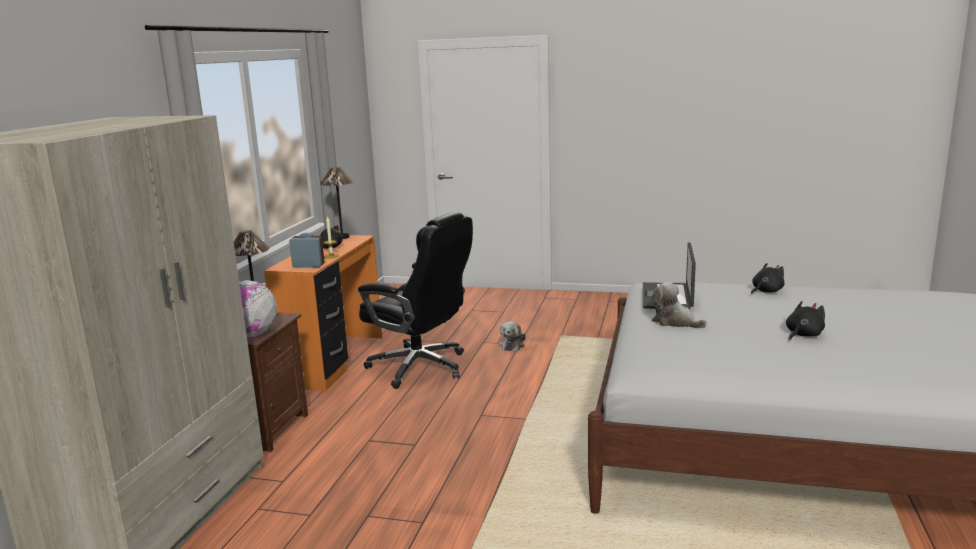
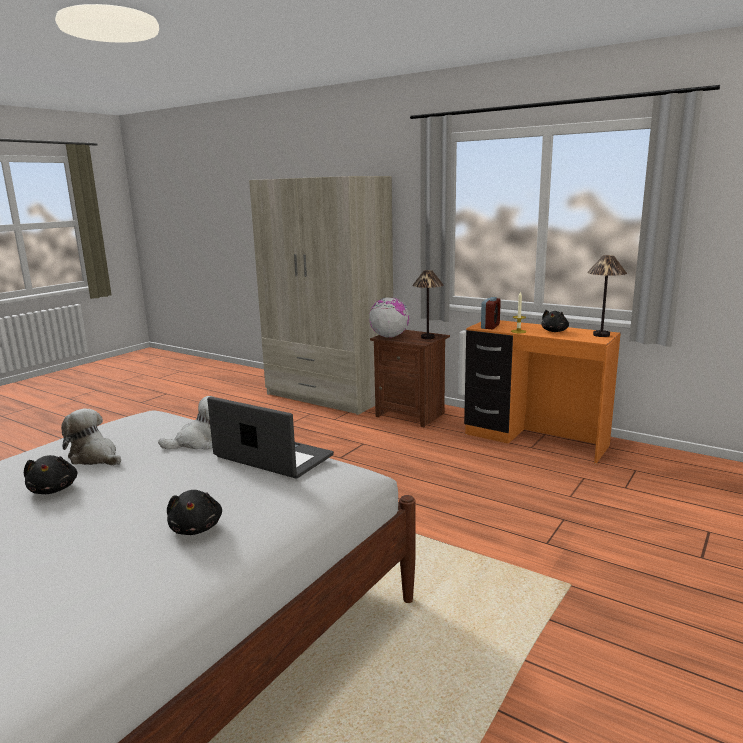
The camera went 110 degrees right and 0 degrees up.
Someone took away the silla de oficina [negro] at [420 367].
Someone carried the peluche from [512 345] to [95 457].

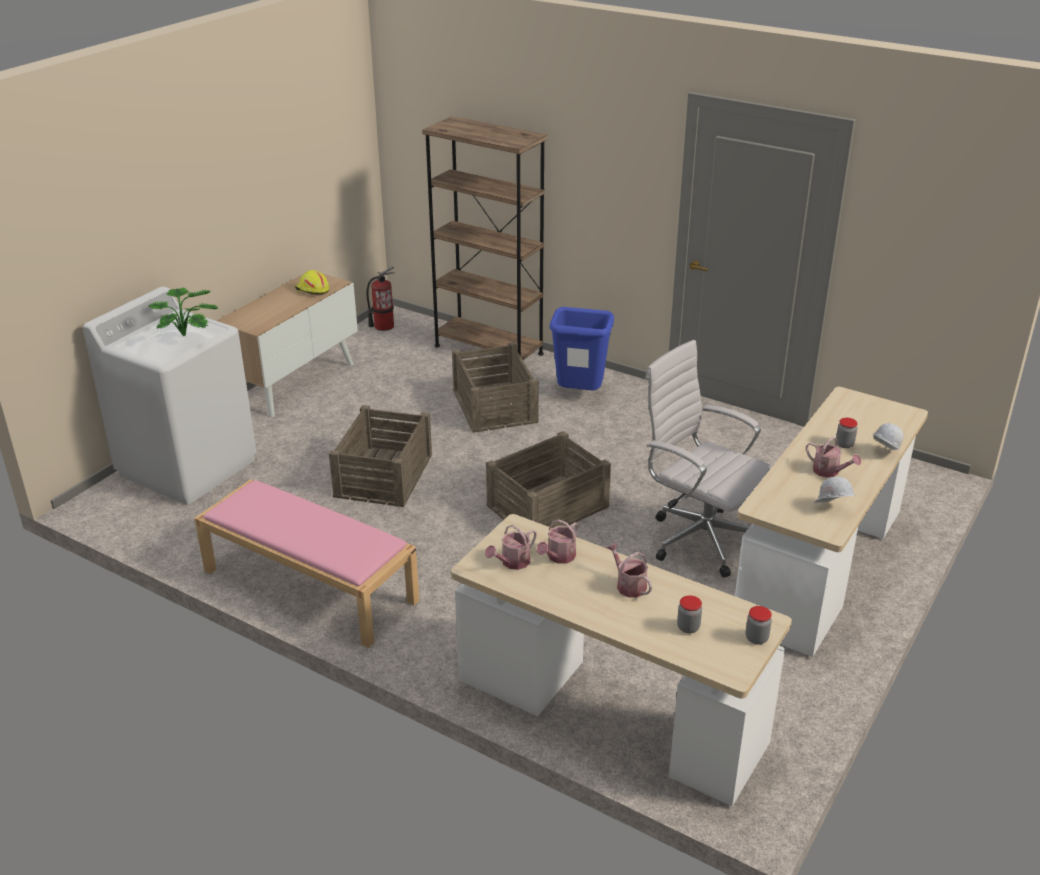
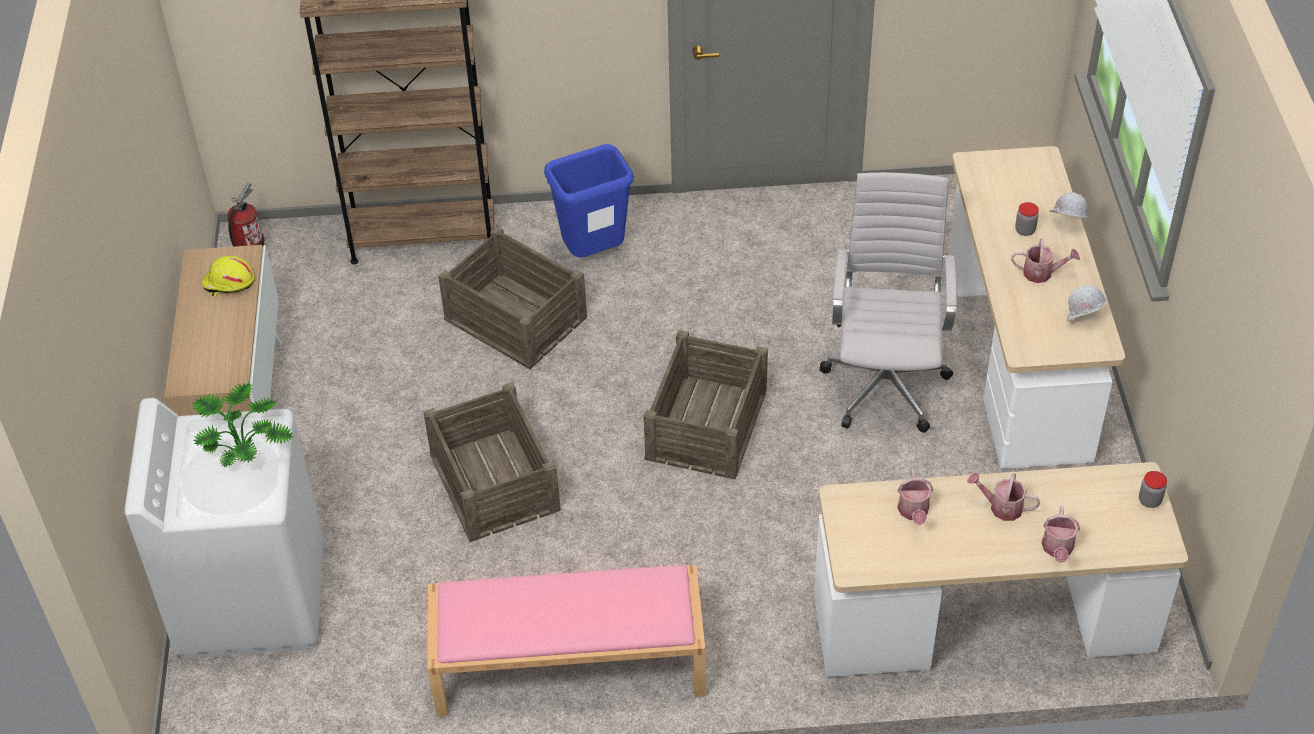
The camera went 35 degrees left and 15 degrees up.
Someone rotated the silla de oficina [blanco] at [699 539] by 90 degrees clockwise.
Someone carried the regadera from [512 562] to [1057 549].
Someone took away the tarro at [688 627].

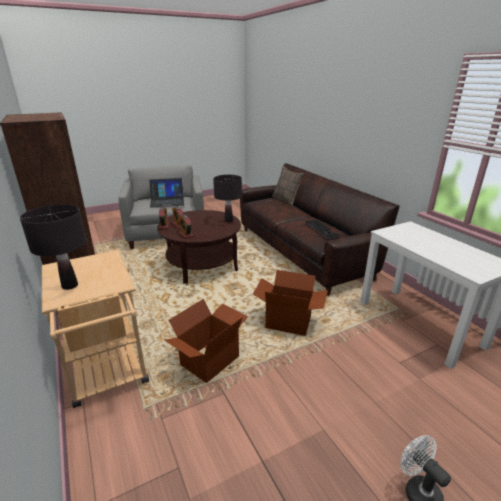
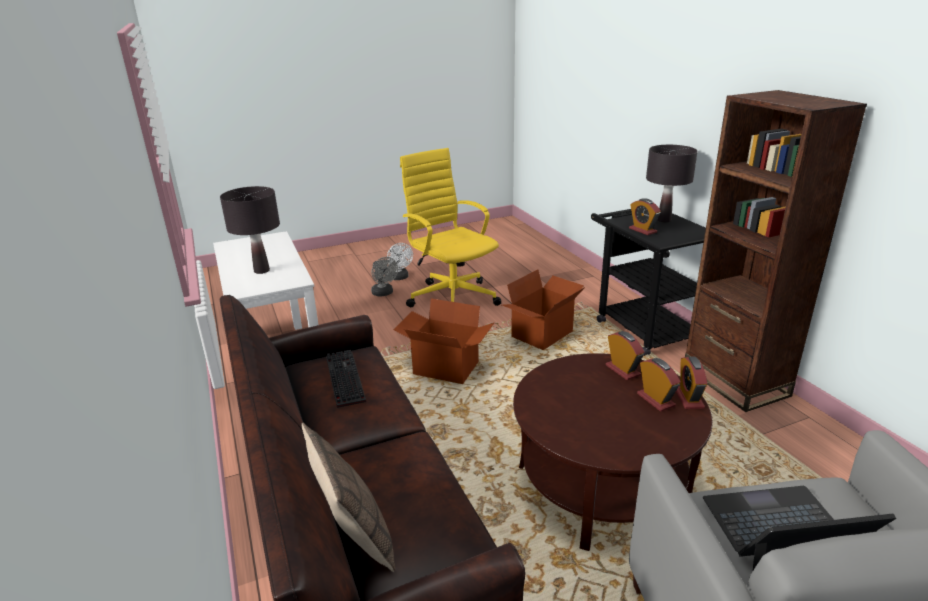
The camera went 175 degrees left and 0 degrees up.
Someone carried the lámpara de mesa [negro] from [228 220] to [262 271].
Someone repainted the carrito [beis] at [109 374], which became the carrito [negro] at [641 326].
Someone put down the silla de oficina [amarillo] at [452 297].
Someone put down the despertador at [642 230].
Someone put down the ventilador [gris] at [384 293].

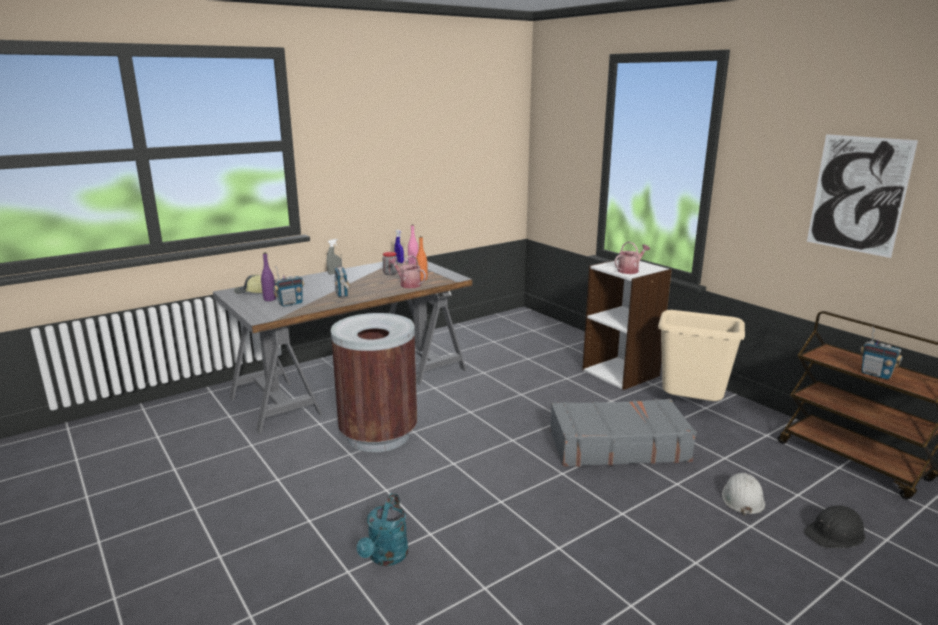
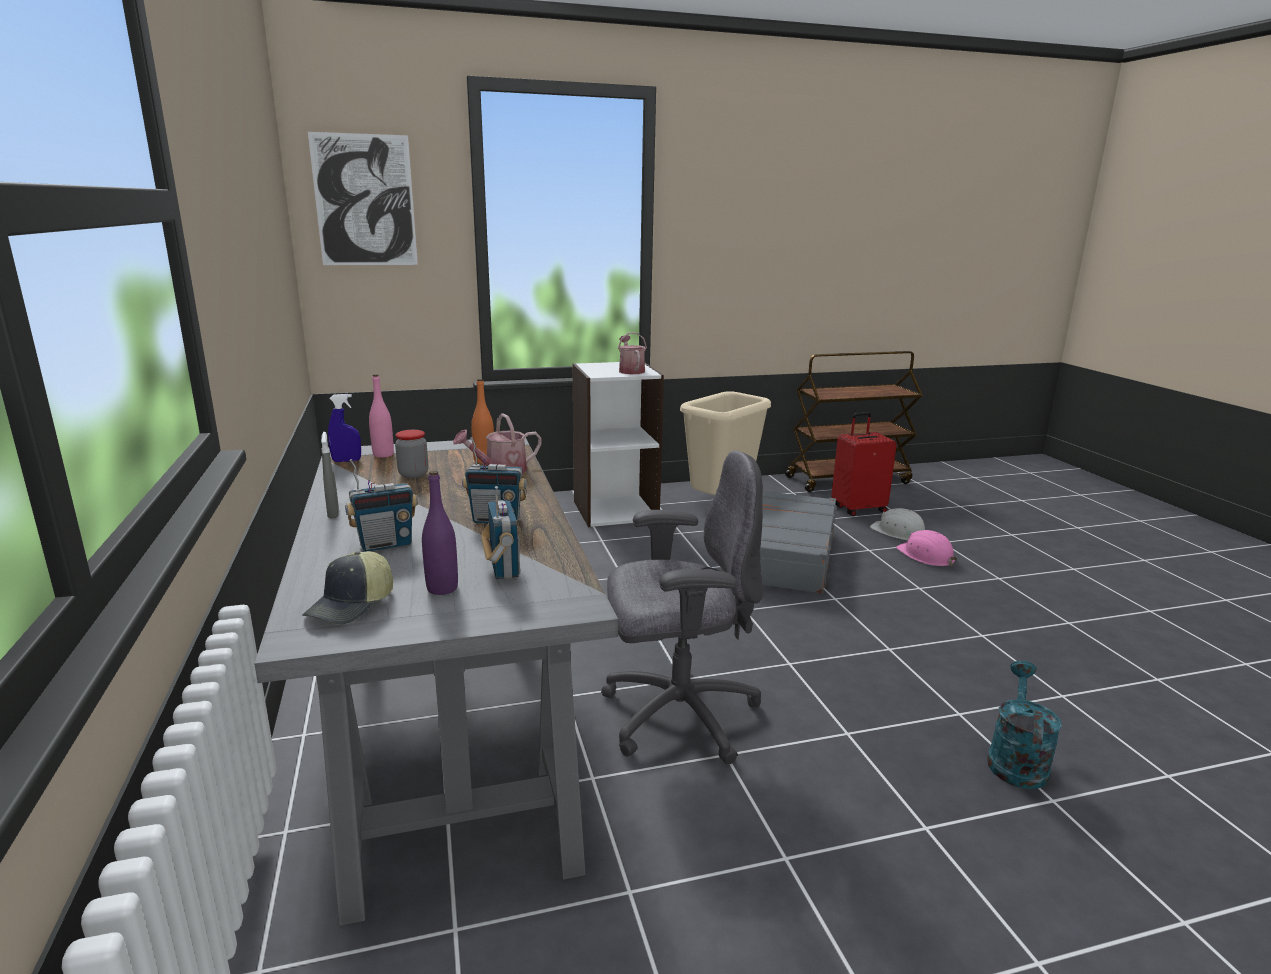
The camera went 70 degrees left and 0 degrees up.
Someone carried the cuadro from [858 194] to [365 201].
Someone swapped the papelera [marrón] at [378 435] for the silla de oficina [gris] at [677 715].
Someone carried the radio from [876 374] to [385 544].
Someone rotated the regadera [turquesa] at [386 557] by 105 degrees counterclockwise.
Someone took away the casco [negro] at [835 534].
Someone put down the maleta [rojo] at [858 509].
Someone put down the casco [rosa] at [926 556].

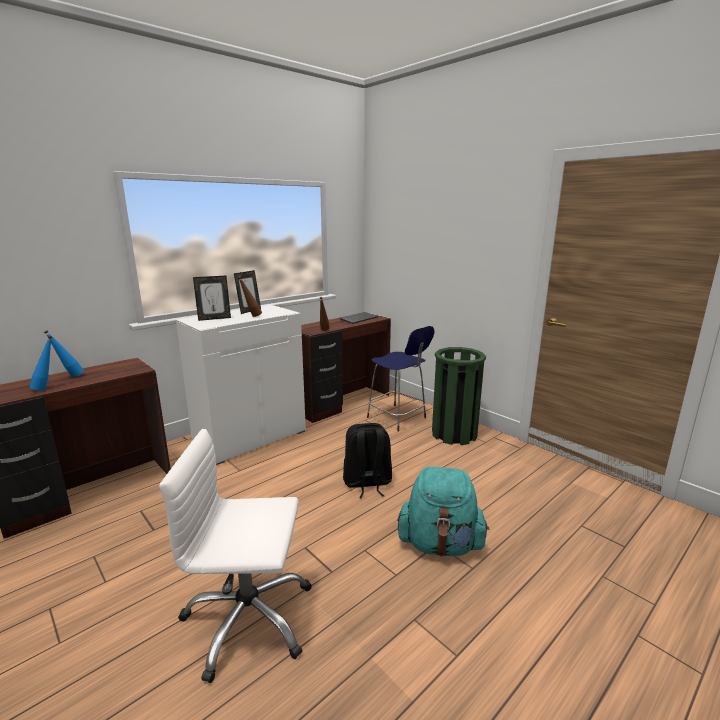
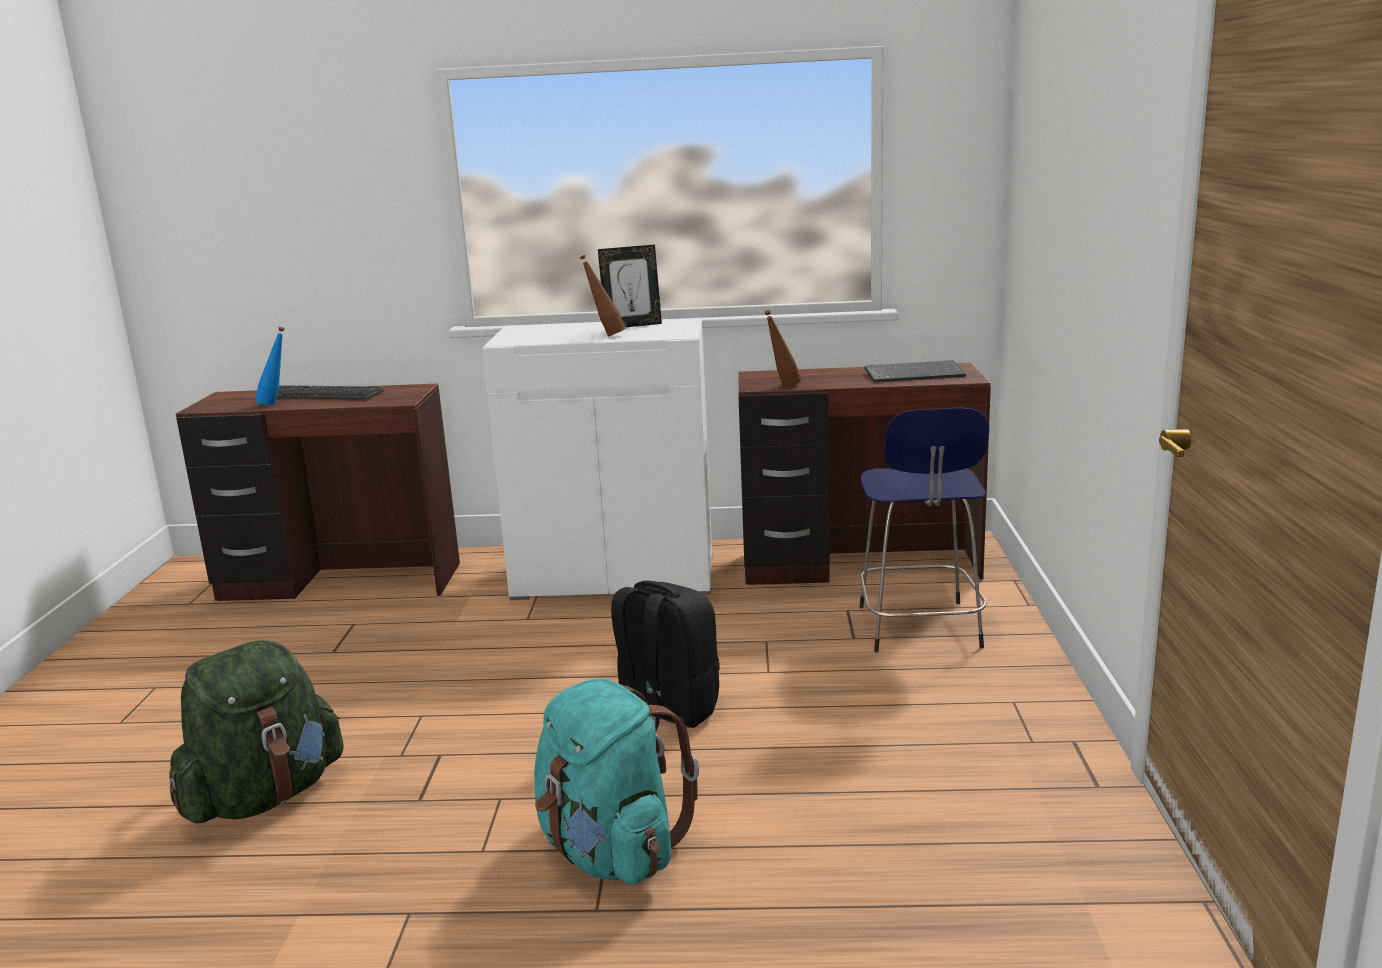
The camera went 45 degrees right and 0 degrees up.
Someone took away the portarretratos at [214 318].
Someone swapped the botella [azul] at [69 377] for the teclado at [322 395].
Someone took away the papelera [verde] at [454 434].
Someone swapped the silla de oficina [blanco] at [248 619] for the mochila [verde] at [265 796].

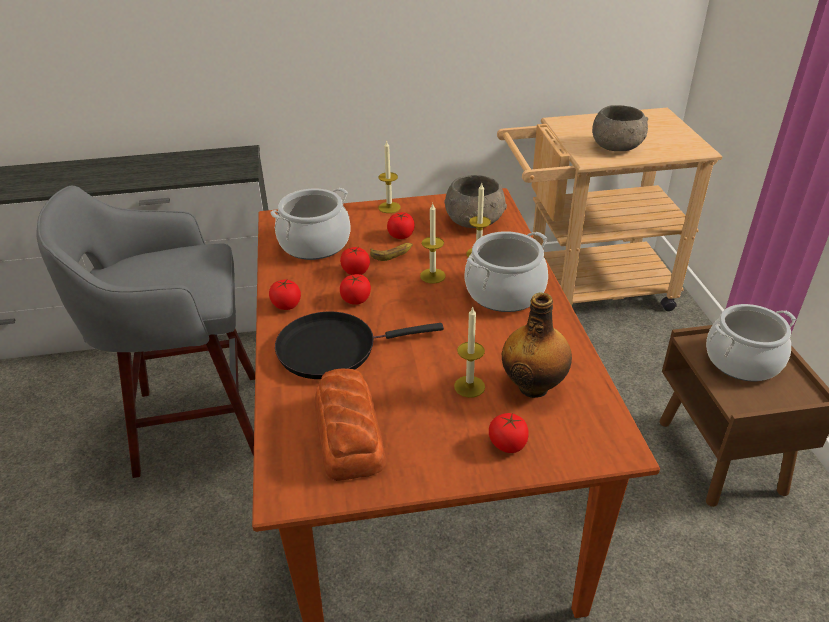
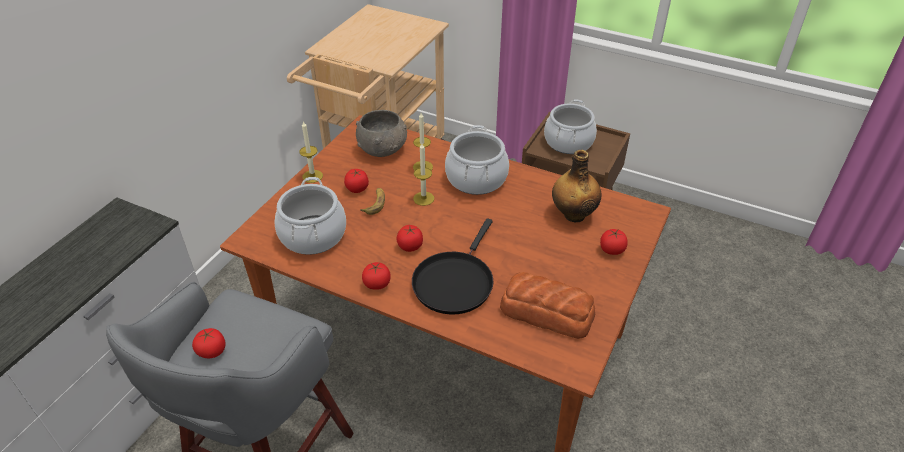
The camera went 55 degrees left and 5 degrees up.
Someone took away the cuenco [gris] at [617 147].
Someone carried the tomate from [356 271] to [212 351].
Someone took away the vela at [469 386].

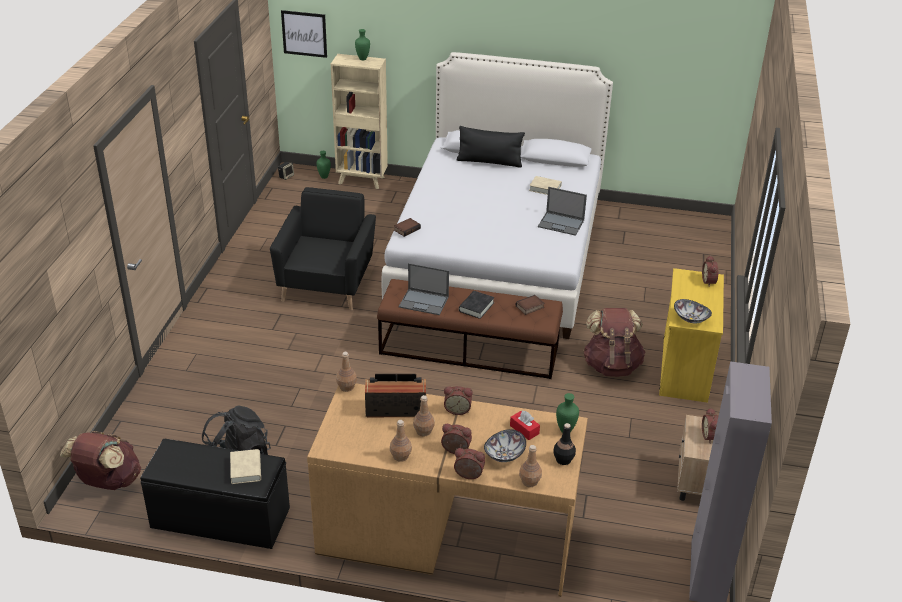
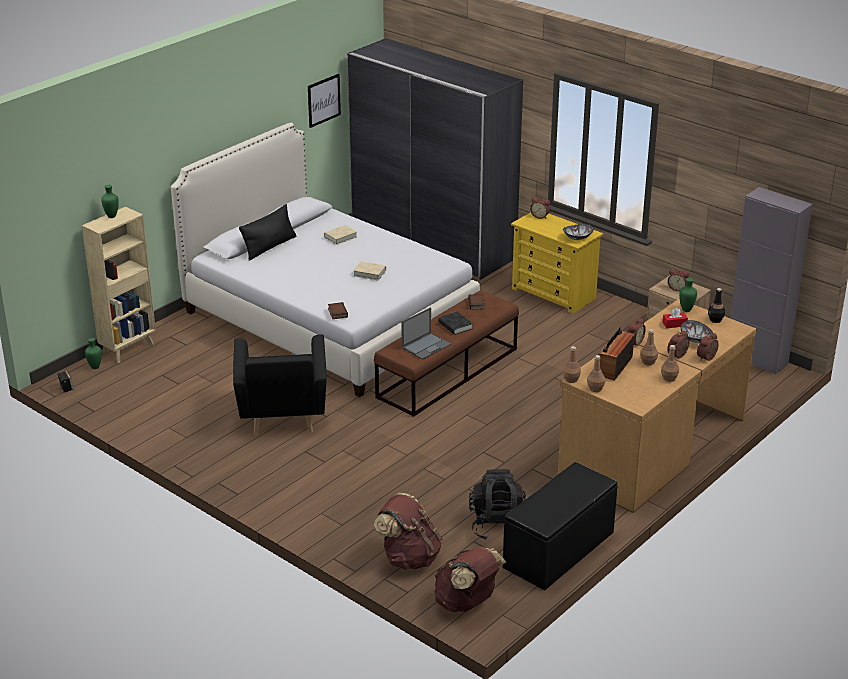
The camera went 60 degrees left and 5 degrees down.
Someone carried the cuadro from [304 33] to [323 100].
Someone rotated the sillón [negro] at [327 283] by 135 degrees counterclockwise.
Someone took away the portátil at [561 224].
Someone carried the mochila [marrón] from [611 365] to [409 557].
Someone carried the botella [marrón] from [529 482] to [595 389].
Someone carried the libro [beis] from [246 469] to [369 273].
Someone put down the armario ropero [gris] at [432 243].

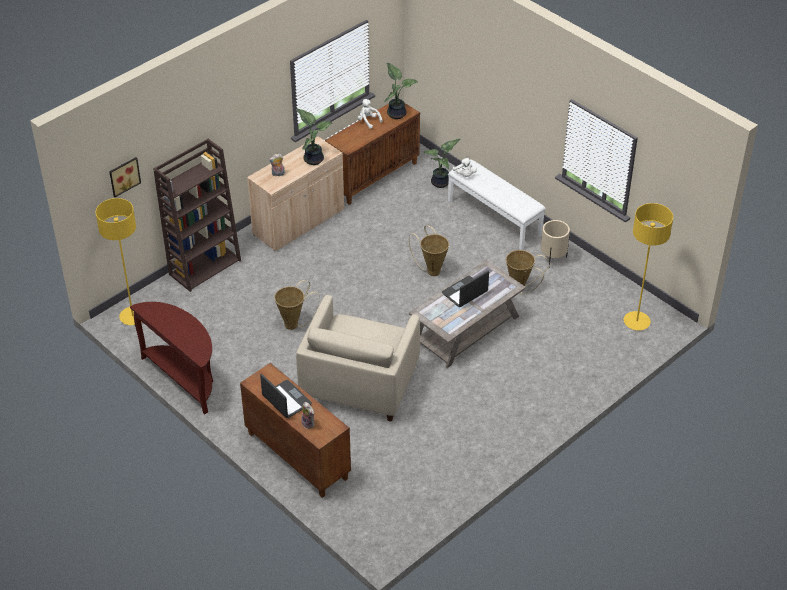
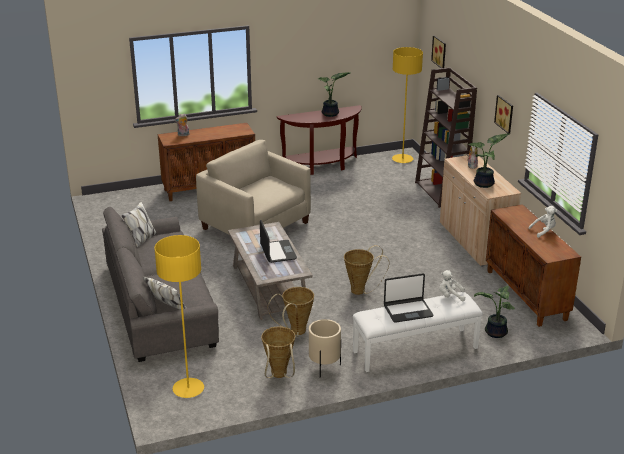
The camera went 115 degrees right and 15 degrees down.
Someone carried the planta en maceta from [397 113] to [331 114].
Someone carried the cesta from [294 324] to [279 376].
Someone carried the portátil from [286 400] to [408 311].
Someone put up the cuadro at [505 114].
Someone put down the sofá [gris] at [160 304].

